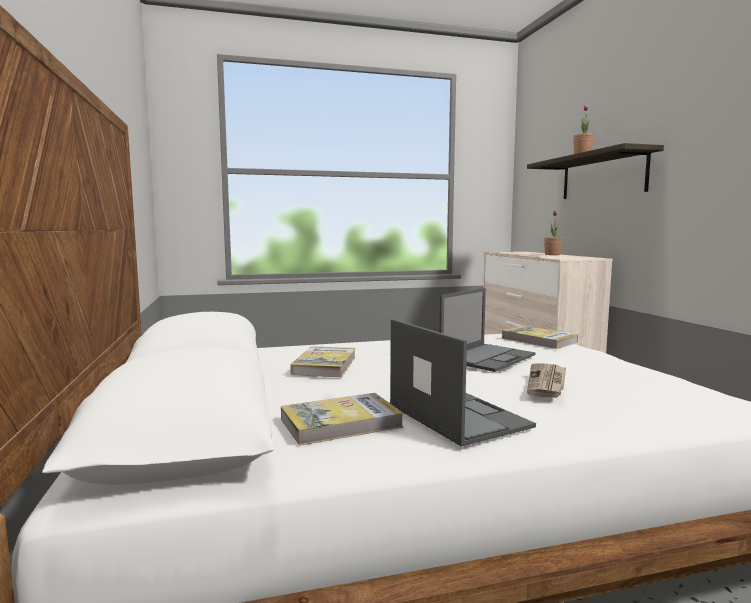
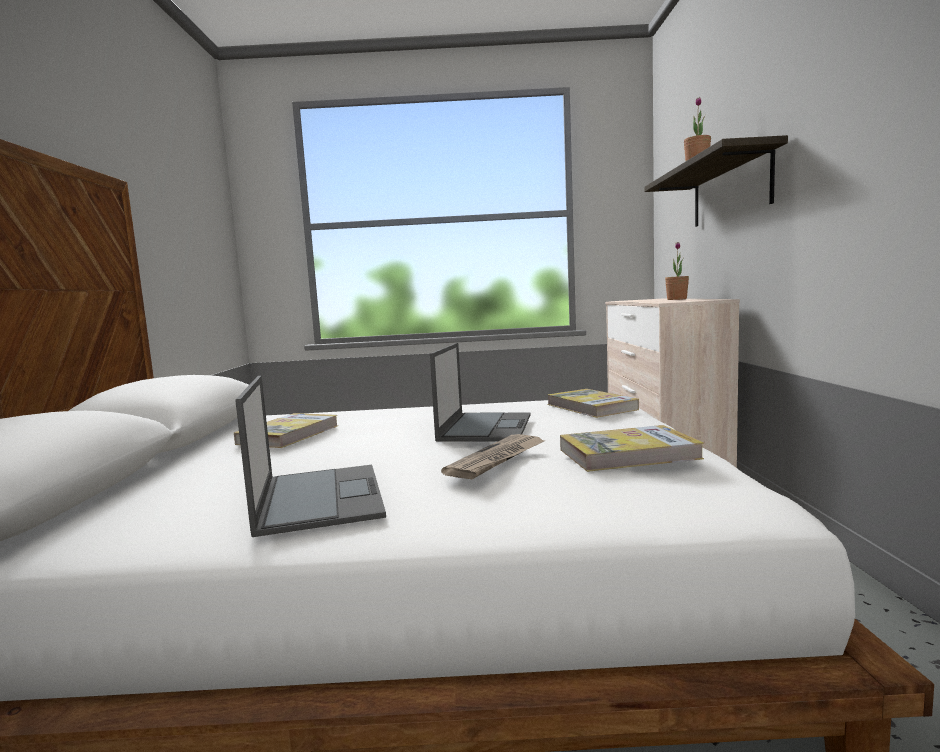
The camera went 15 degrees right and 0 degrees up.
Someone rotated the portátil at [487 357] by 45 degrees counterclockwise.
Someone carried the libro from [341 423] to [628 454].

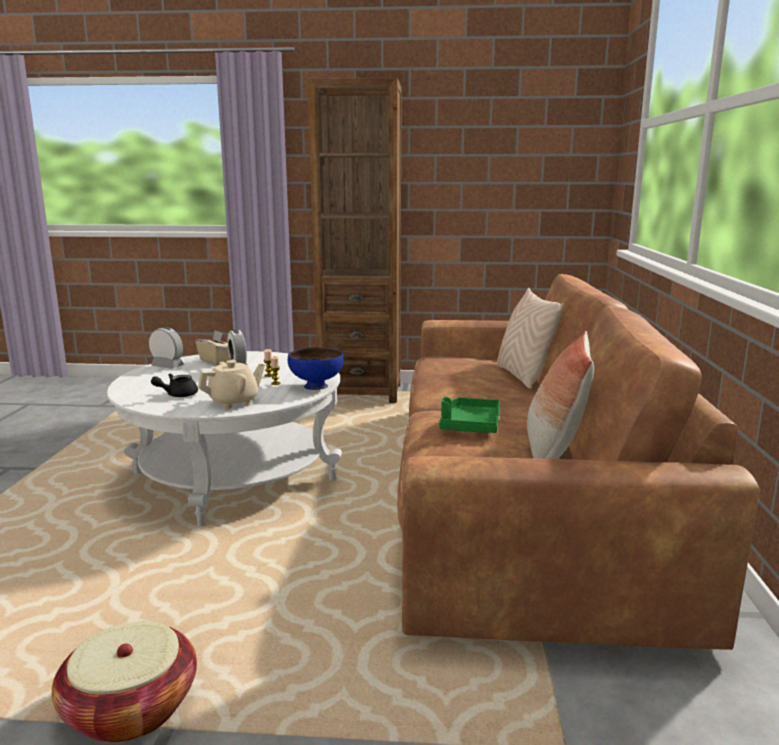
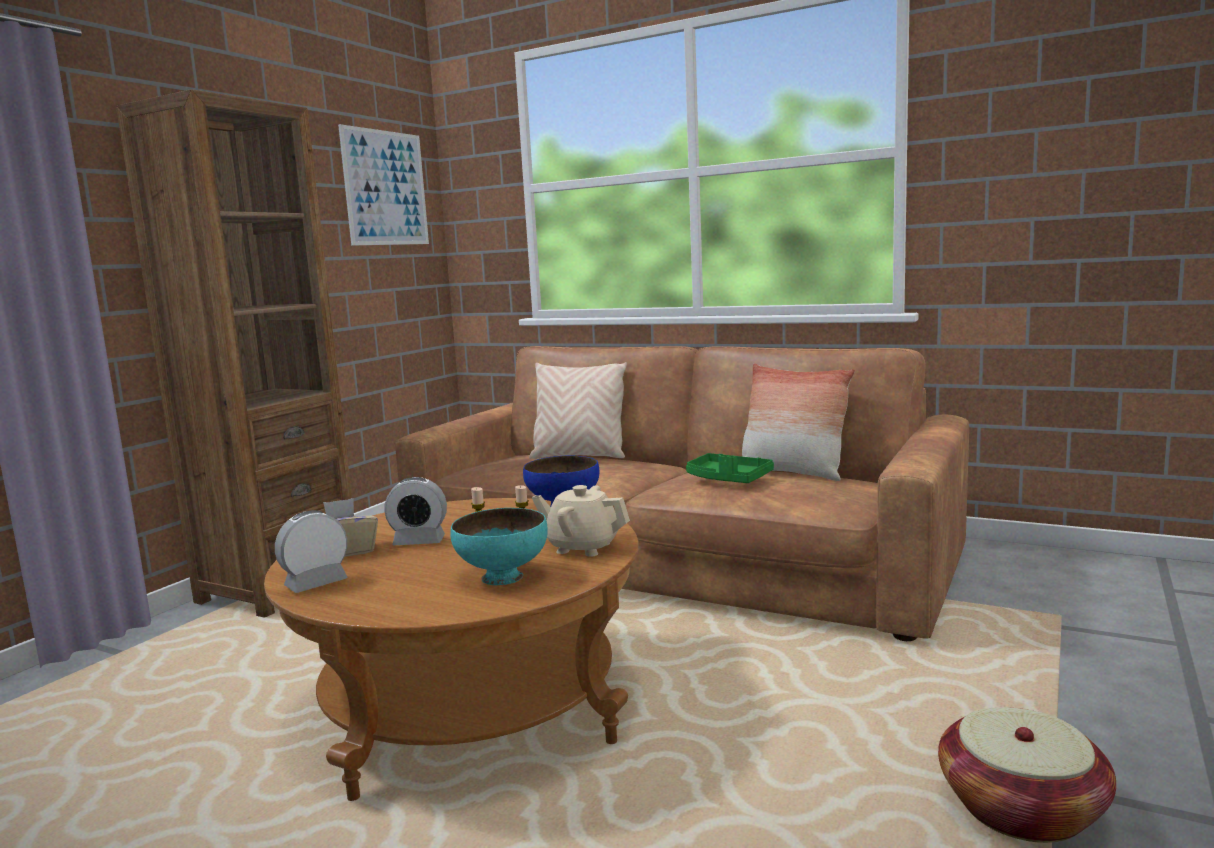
The camera went 65 degrees left and 5 degrees down.
Someone repainted the mesa de centro [blanco] at [234 477], which became the mesa de centro [marrón] at [472 707].
Someone rotated the tetera [beis] at [234 402] by 60 degrees counterclockwise.
Someone swapped the tetera [negro] at [177 395] for the cuenco [turquesa] at [503 577].
Someone put up the cuadro at [385 188].

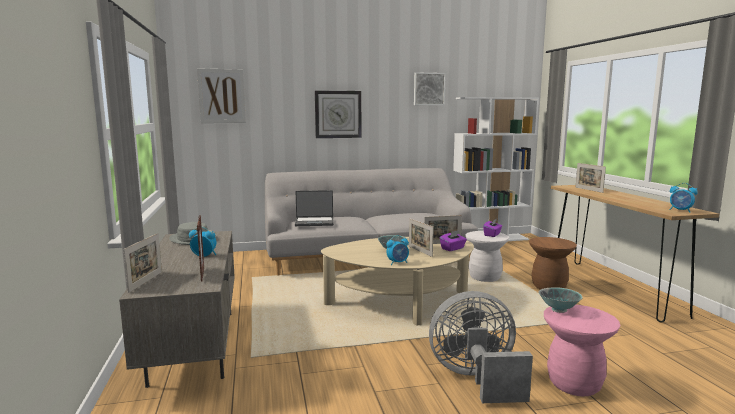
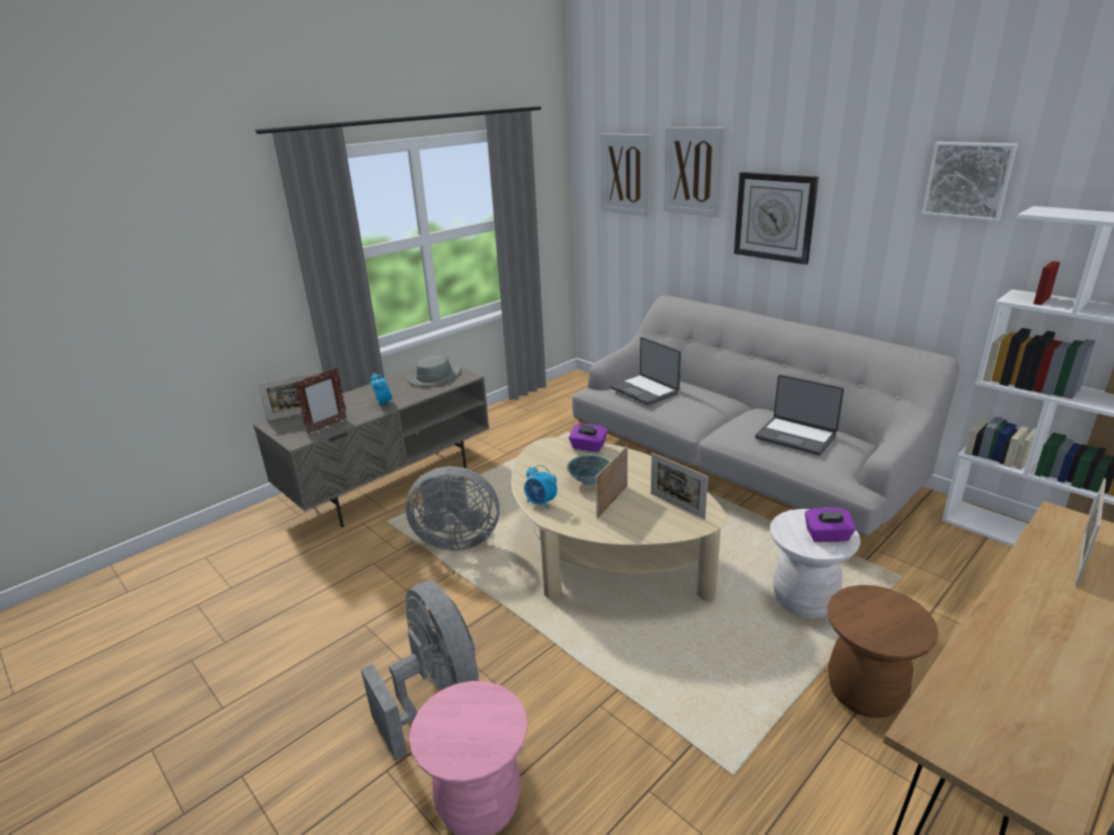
The camera went 60 degrees right and 15 degrees up.
Someone took away the despertador at [680 210].
Someone carried the caja de pañuelos [morado] from [453 248] to [588 447].
Someone took away the cuenco at [559 310].
Someone put up the cuadro at [693 171].
Someone put down the portátil at [796 436].
Someone put down the ventilador [gris] at [456 540].

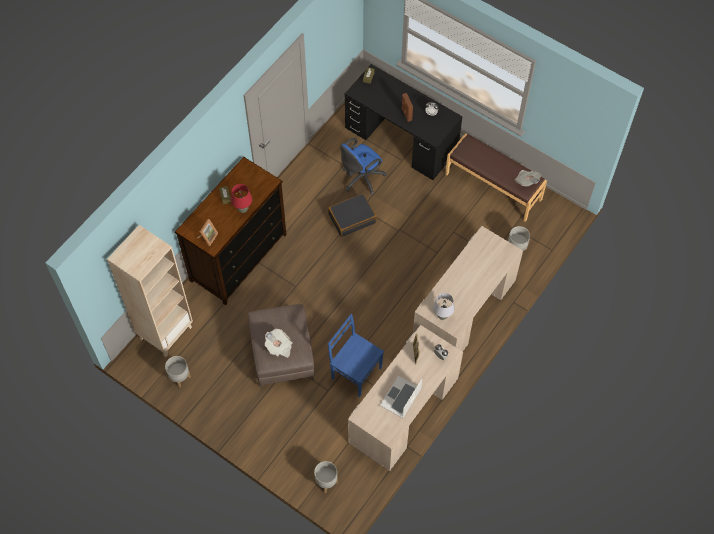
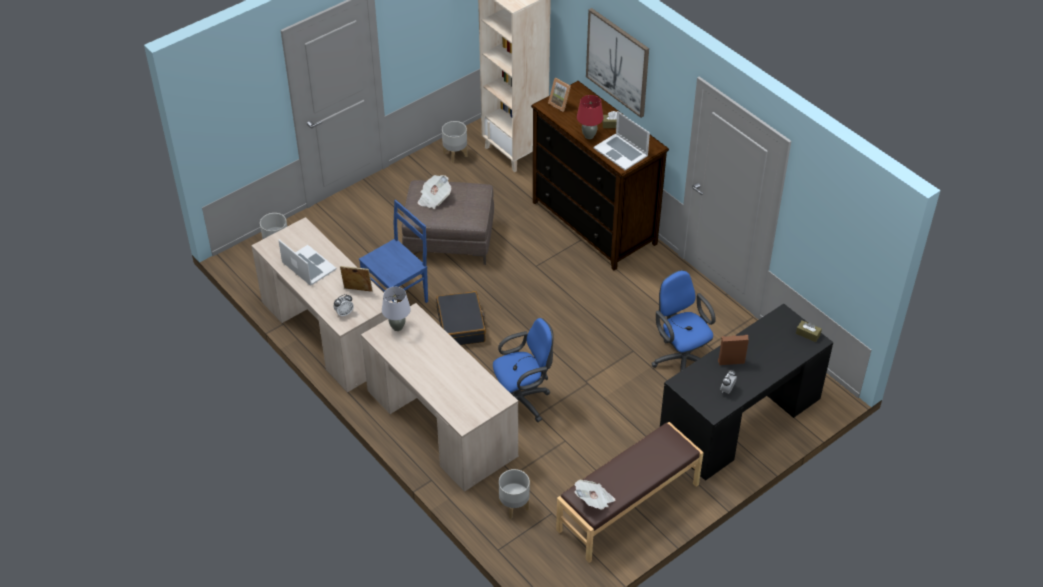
The camera went 105 degrees right and 15 degrees down.
Someone carried the maleta [negro] from [352 218] to [461 325].
Someone put up the cuadro at [617 62].
Someone put down the portátil at [621 152].
Someone put down the silla de oficina [azul] at [522 401].

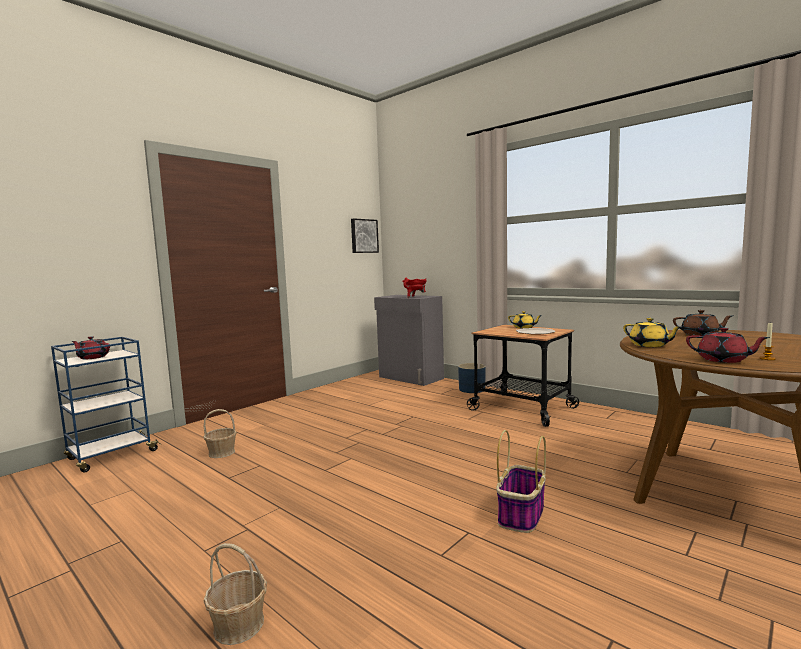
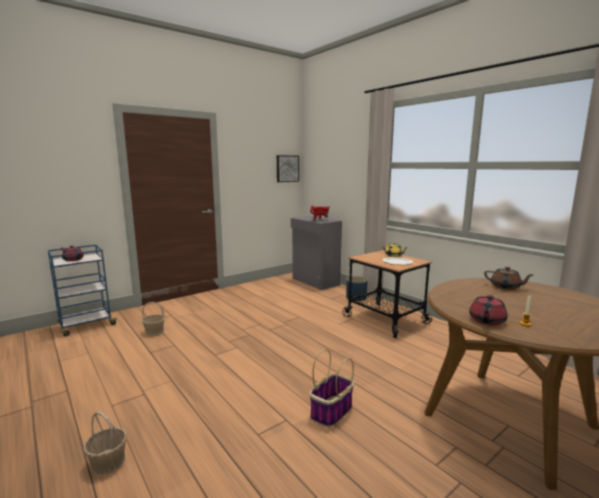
The camera went 10 degrees right and 5 degrees up.
Someone took away the tetera [amarillo] at [649 345].
Someone rotated the tetera [rojo] at [723 360] by 75 degrees clockwise.

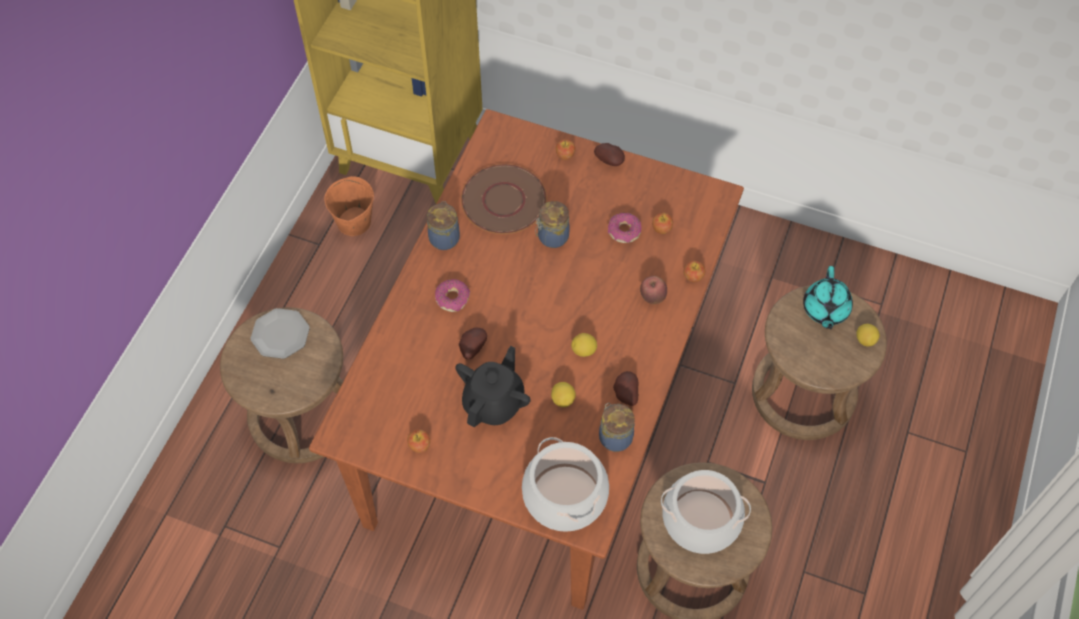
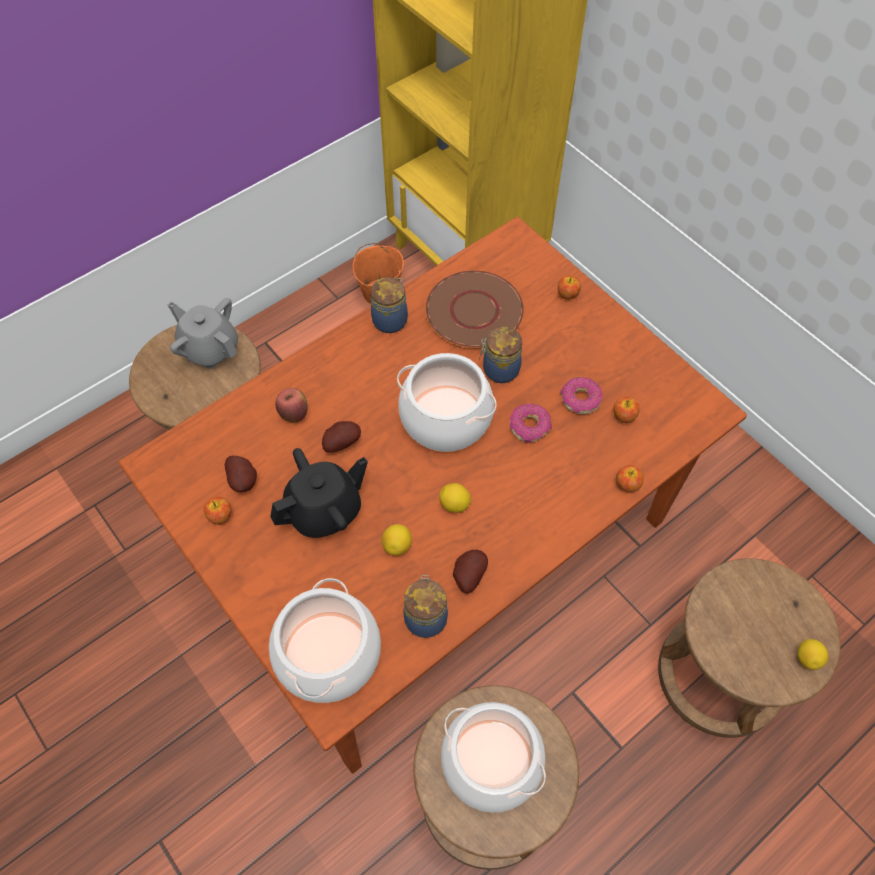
The camera went 30 degrees right and 0 degrees up.
Someone carried the patata from [610 161] to [244 480].
Someone took away the tetera [turquesa] at [825 310].
Someone carried the manzana from [652 297] to [294 414].
Someone carried the rosquilla from [452 298] to [529 426].
Someone swapped the plato at [281 334] for the tetera [gris] at [210 348].
Someone put down the olla at [445 418].

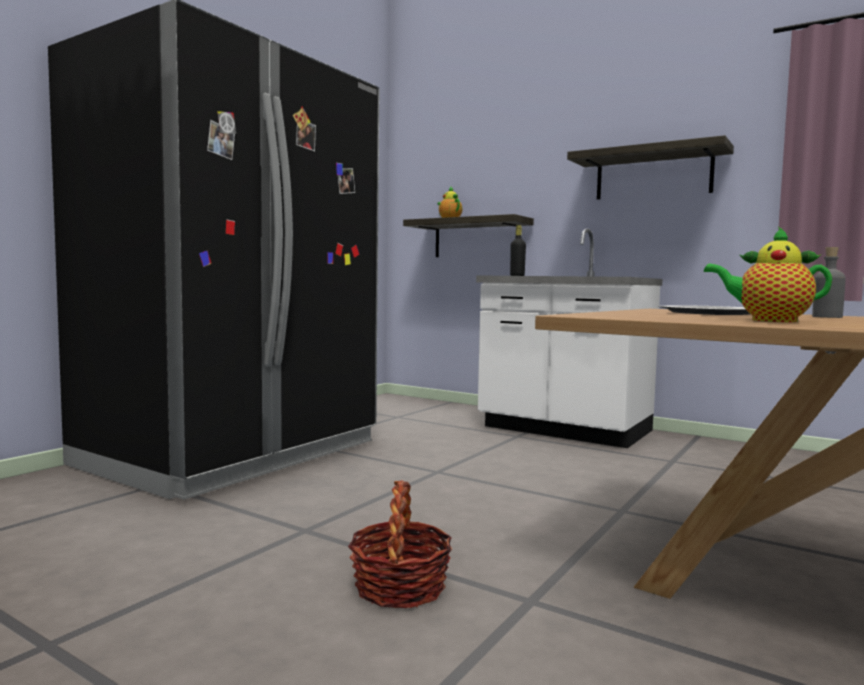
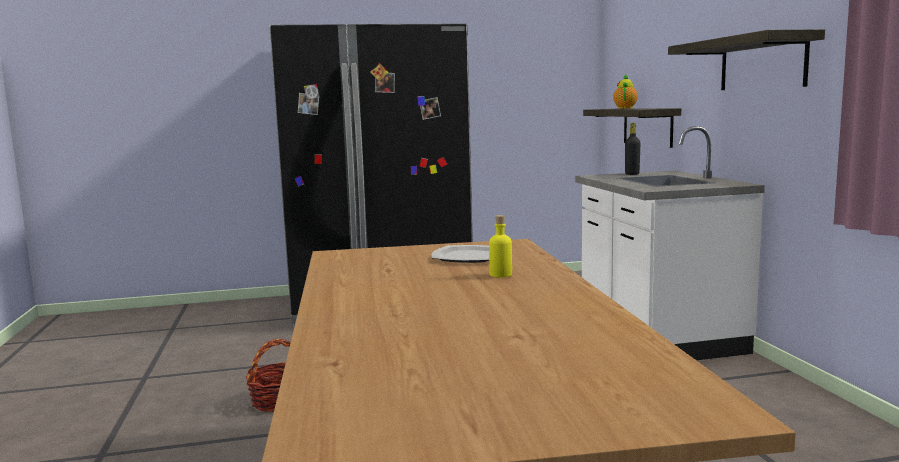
The camera went 45 degrees right and 5 degrees up.
Someone took away the tetera at [768 320].
Someone repainted the botella [gris] at [827 317], which became the botella [amarillo] at [500 274].

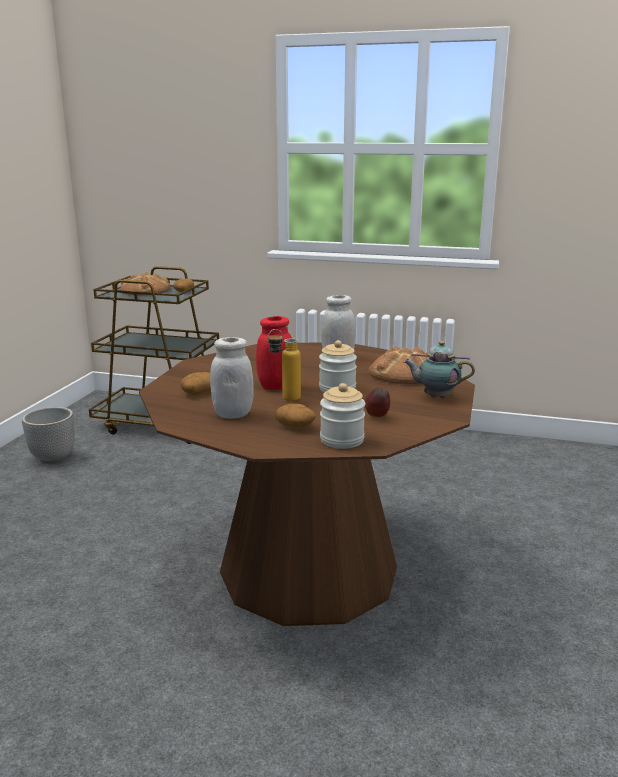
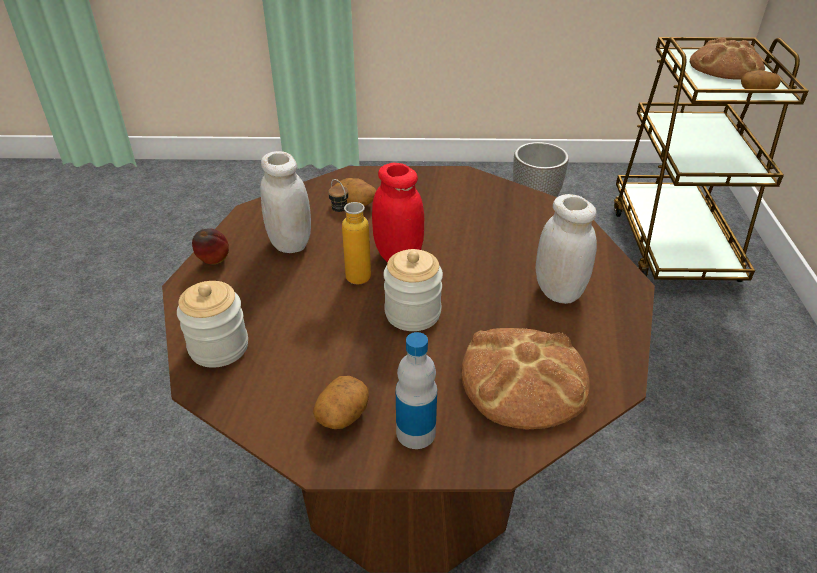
The camera went 75 degrees right and 20 degrees up.
Someone swapped the tetera at [435 397] for the botella at [415 432].
Someone carried the manzana from [377 417] to [214 262].
Someone carried the patata from [296 426] to [342 414].

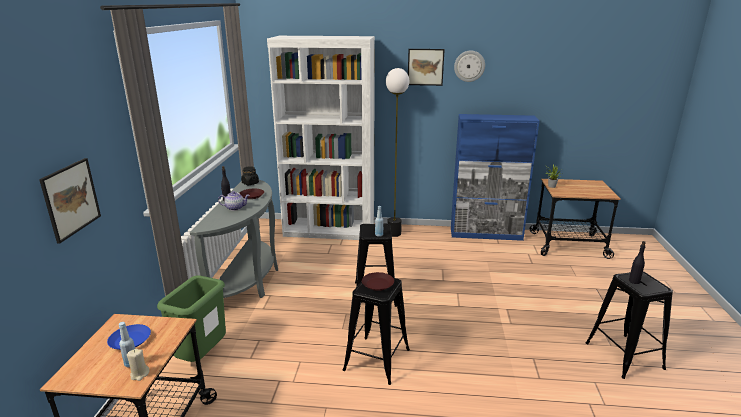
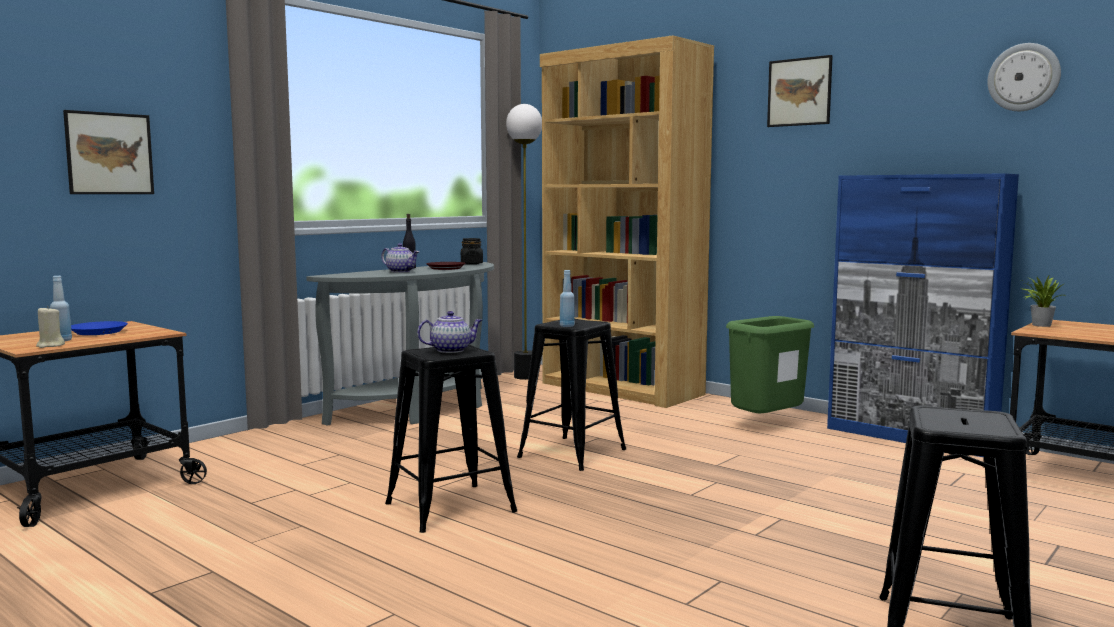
The camera went 35 degrees right and 15 degrees down.
Someone repainted the estantería [blanco] at [329 230], which became the estantería [marrón] at [621 389].
Someone carried the reloj de pared from [469 66] to [1024 77].
Someone carried the lámpara de pie from [394 233] to [525 377].
Someone took away the botella [negro] at [634 281].
Someone swapped the plato [marrón] at [377 284] for the tetera at [451 350].
Someone carried the papelera [verde] from [202 357] to [766 426].

